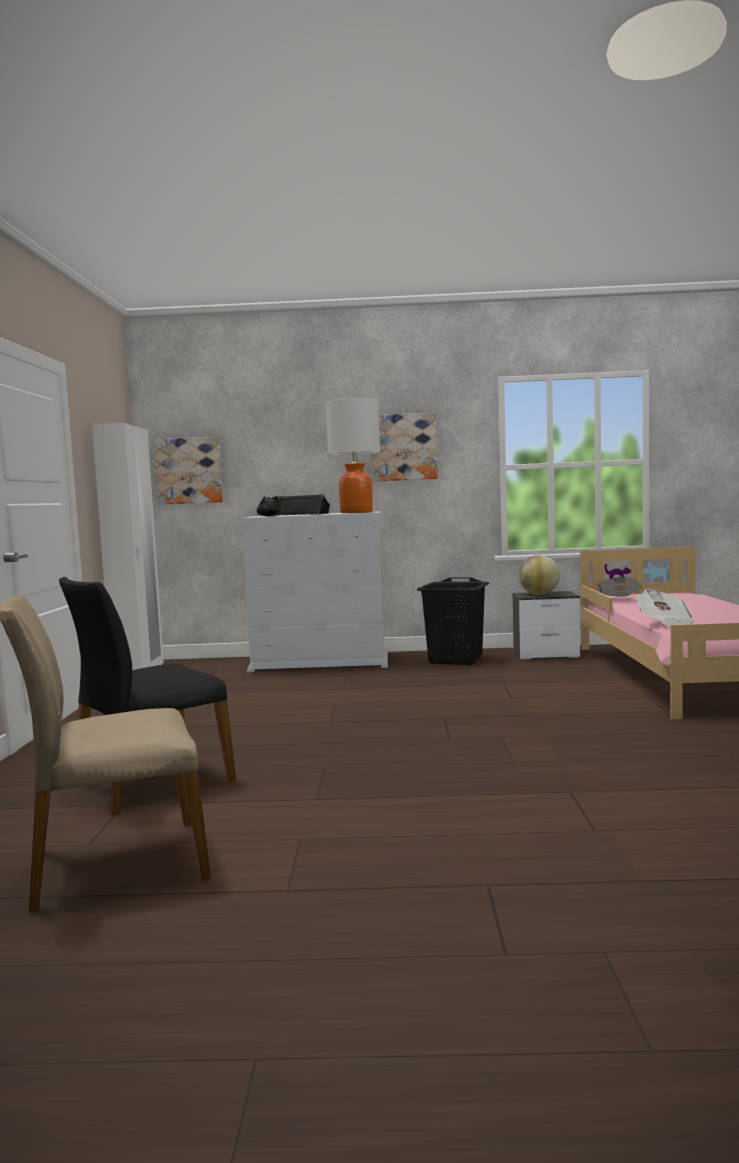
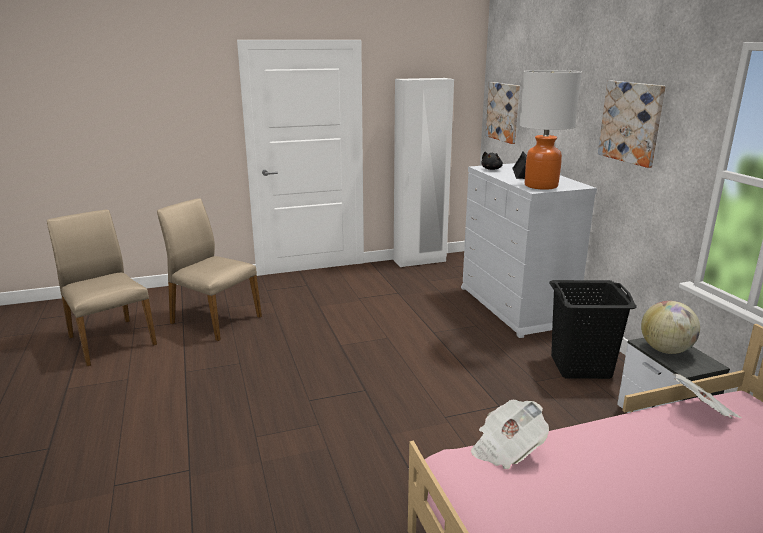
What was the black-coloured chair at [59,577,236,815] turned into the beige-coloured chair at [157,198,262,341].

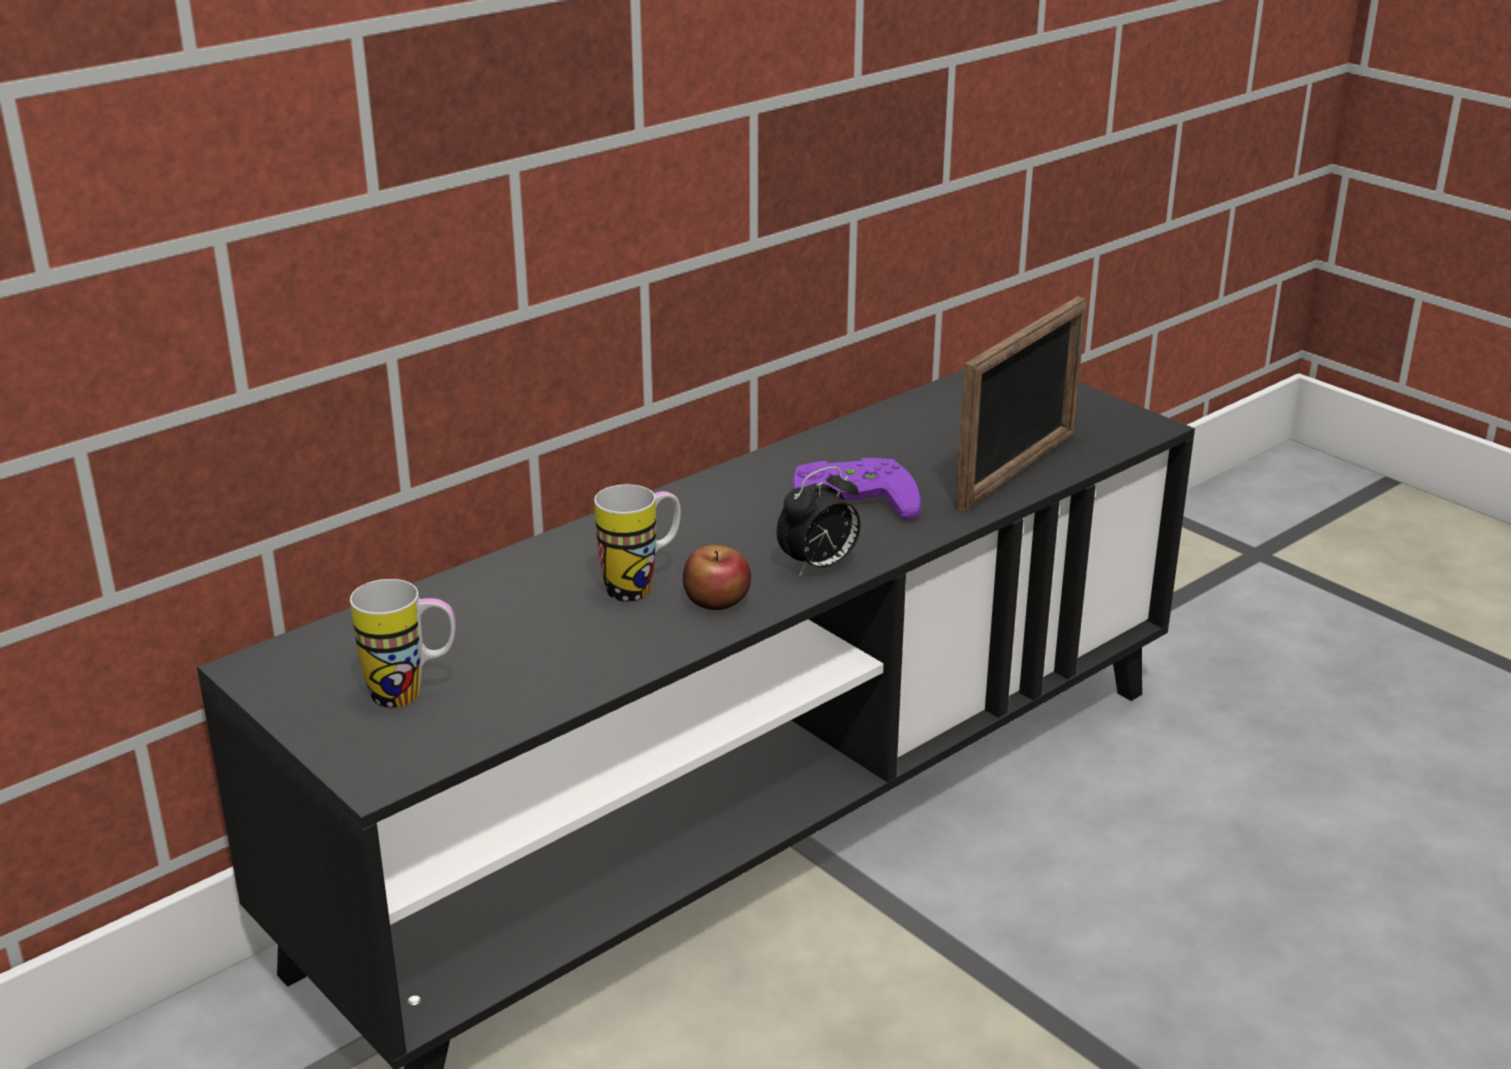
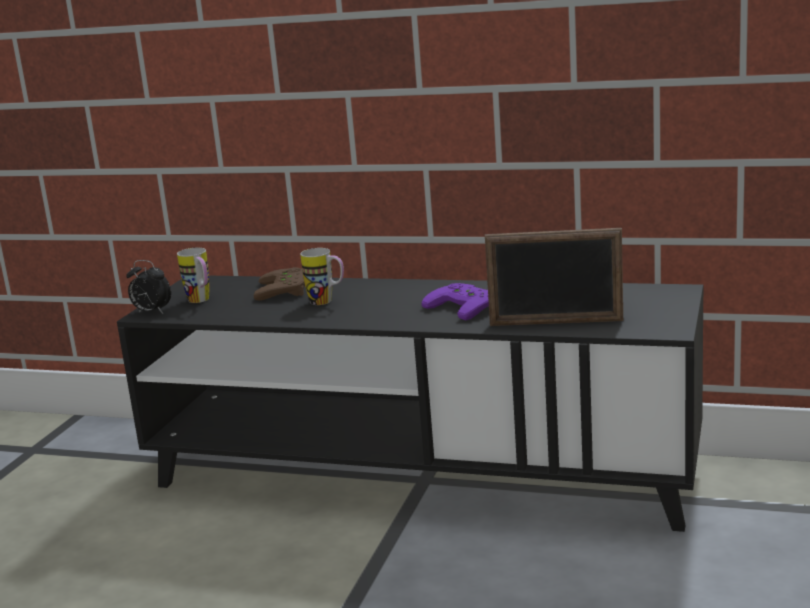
The alarm clock ended up elsewhere, having gone from [777,466,860,576] to [126,260,171,314]. The second view gained the brownish joypad at [254,267,305,300]. The second view lost the whole apple at [683,545,751,610].

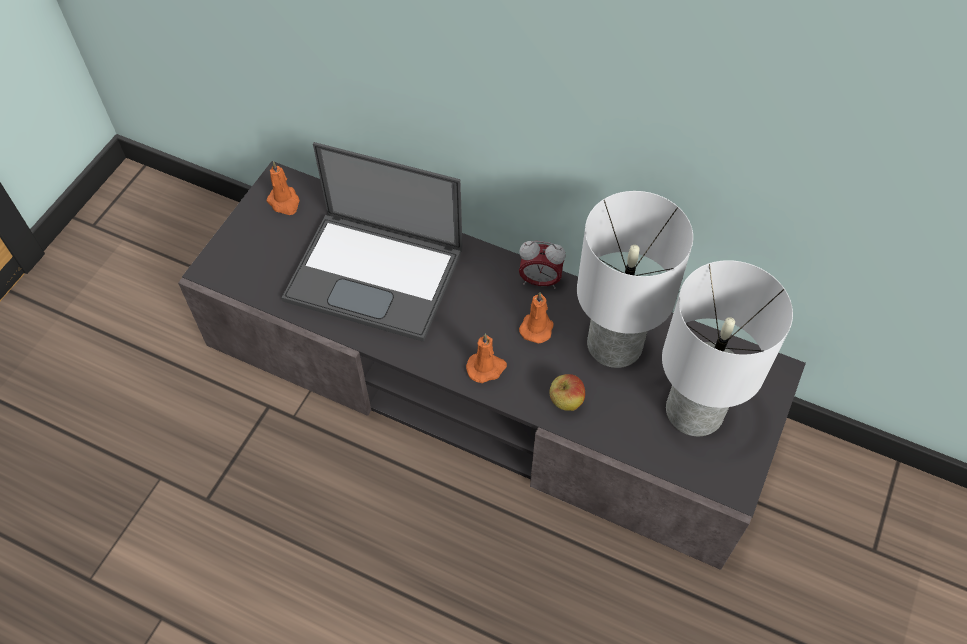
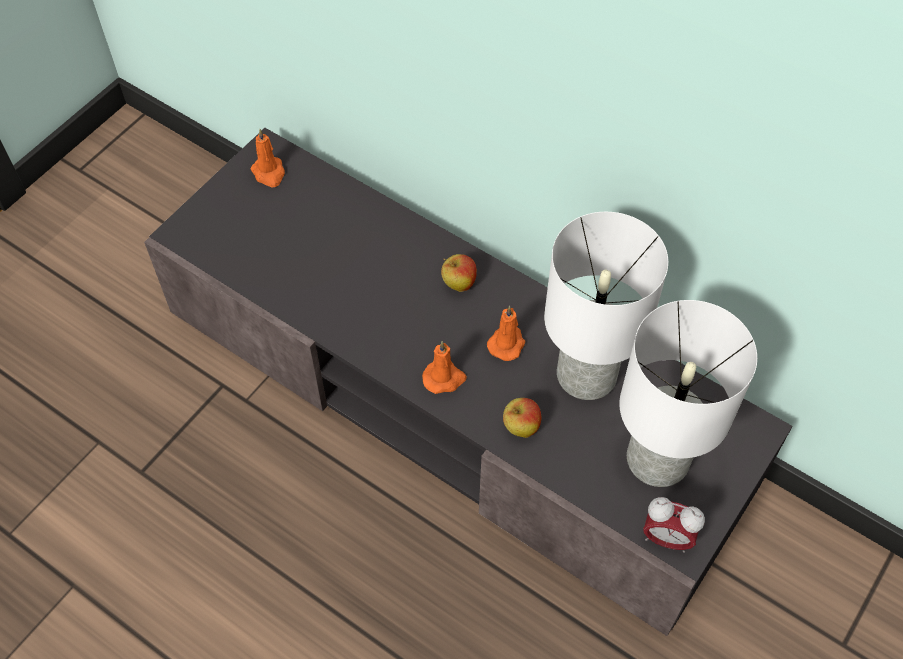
The second view gained the whole apple at [441,254,477,292]. The alarm clock ended up elsewhere, having gone from [519,241,565,289] to [643,497,705,553]. The second view lost the portable computer at [282,142,463,342].

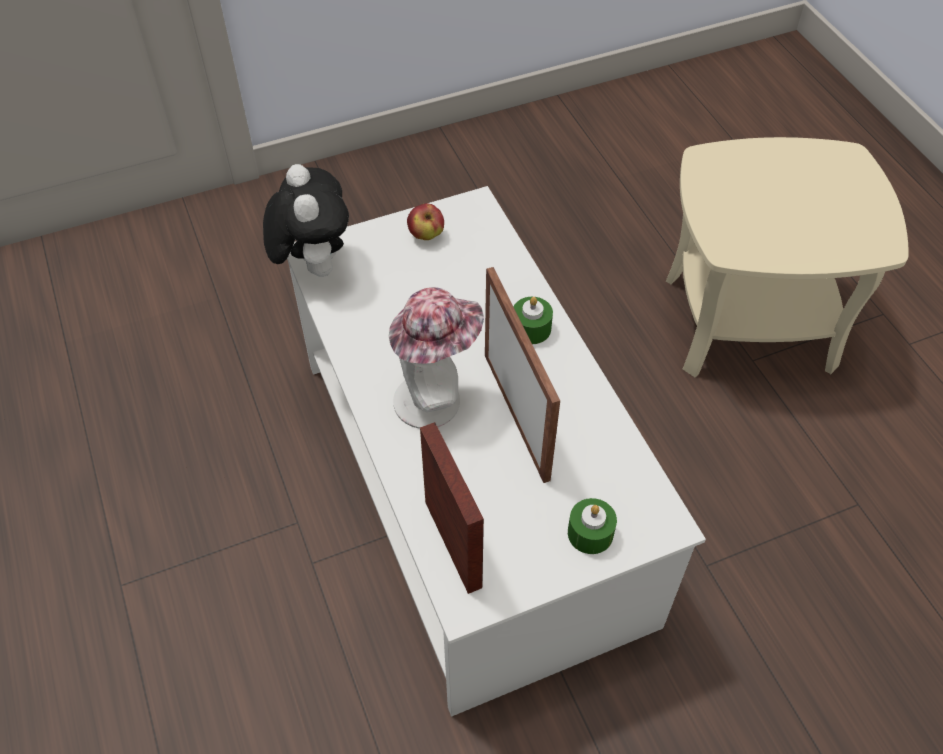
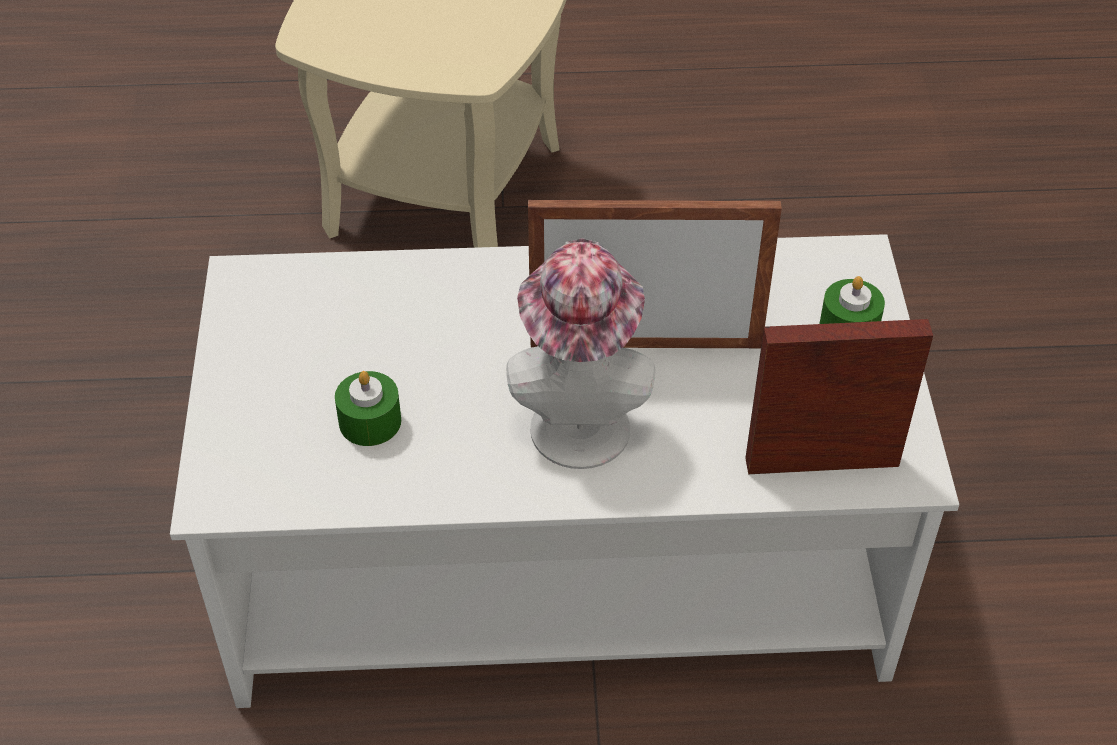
The green wax candle ended up elsewhere, having gone from [514,297,553,344] to [335,371,401,446]. The second view lost the soft toy at [263,164,349,277]. The second view lost the whole apple at [407,203,444,240].

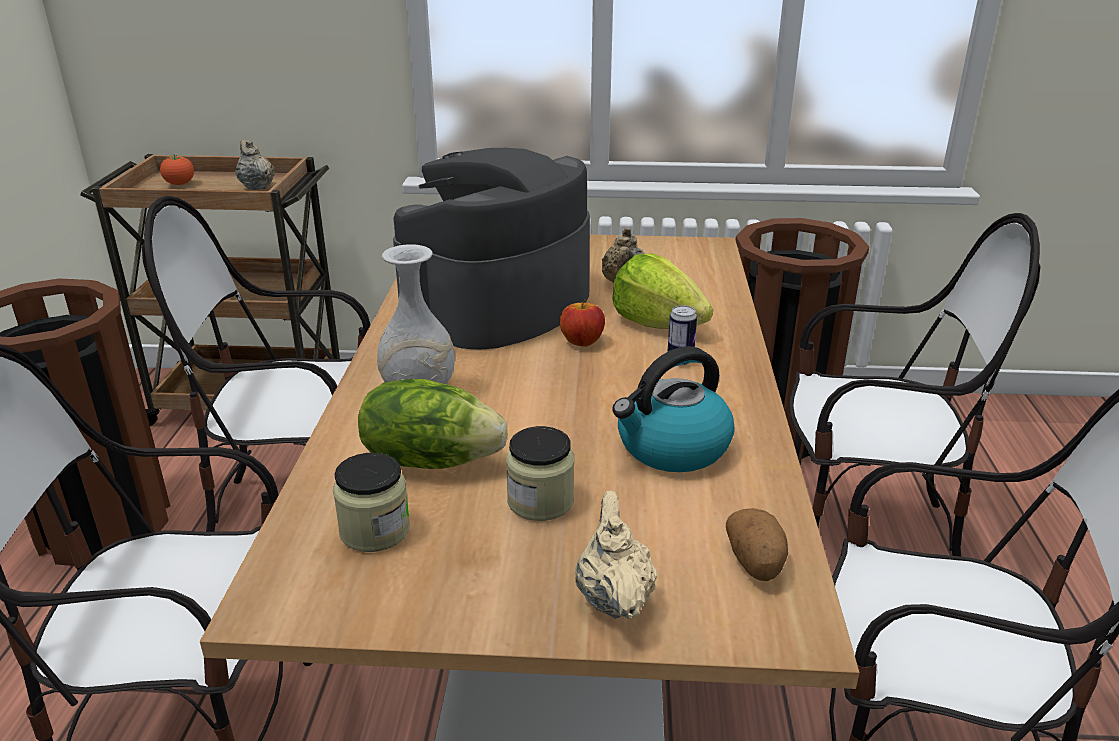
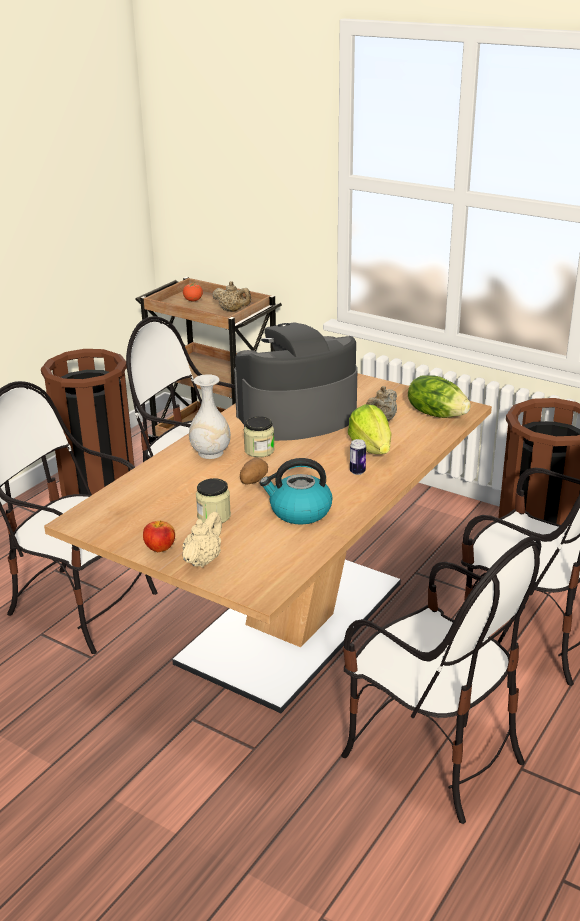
The whole apple ended up elsewhere, having gone from [560,299,605,347] to [143,520,175,552]. The beige-coloured teapot at [235,140,275,190] ended up facing another way, 120 degrees clockwise from before. The spud ended up elsewhere, having gone from [726,508,788,581] to [240,458,268,485]. The storage jar ended up elsewhere, having gone from [333,453,410,552] to [244,416,275,457]. The lettuce ended up elsewhere, having gone from [358,379,508,469] to [408,375,471,418].

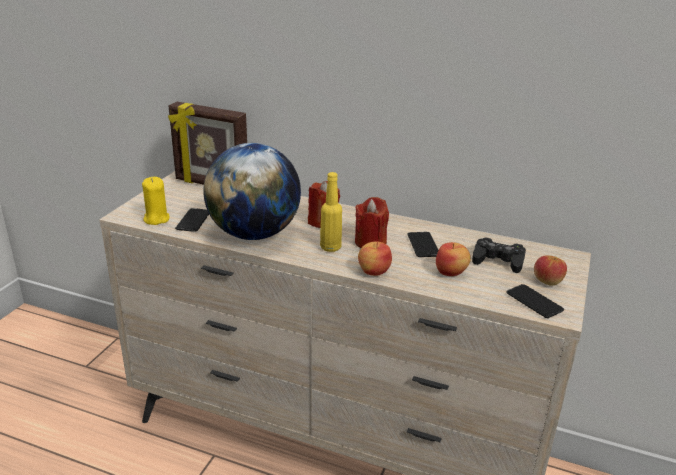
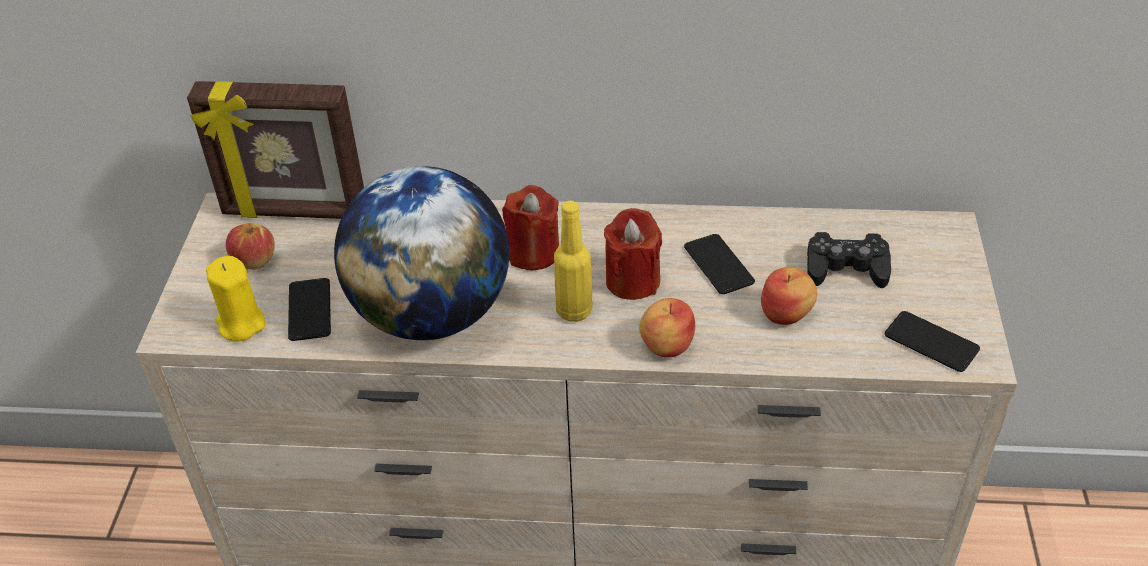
The whole apple ended up elsewhere, having gone from [534,256,567,286] to [226,223,275,270].

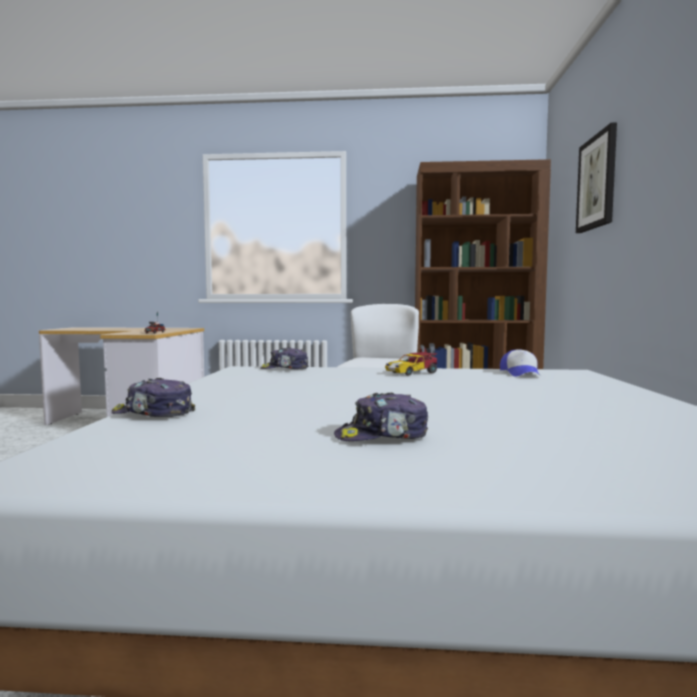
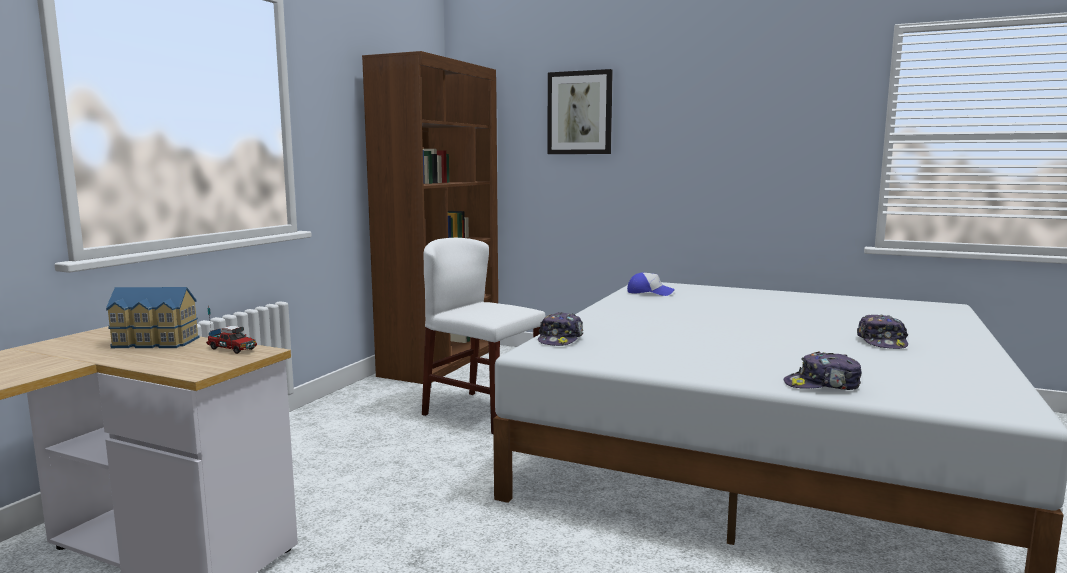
The second view gained the toy house at [106,287,200,348]. The peaked cap at [111,378,195,417] ended up facing another way, 60 degrees clockwise from before. The second view lost the miniature car at [385,352,437,376].

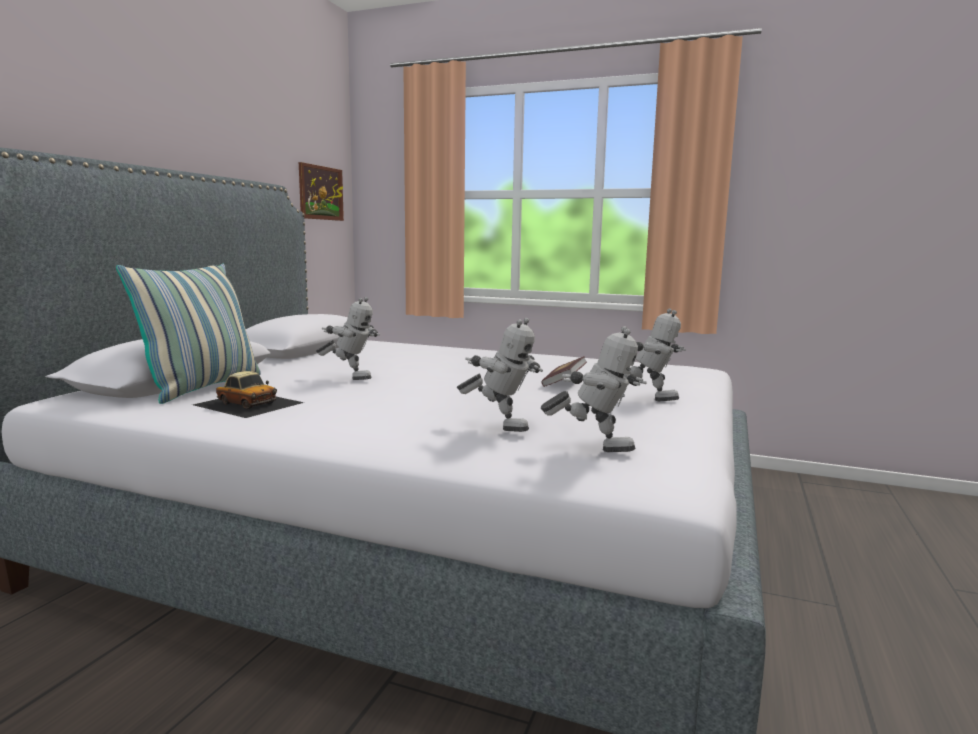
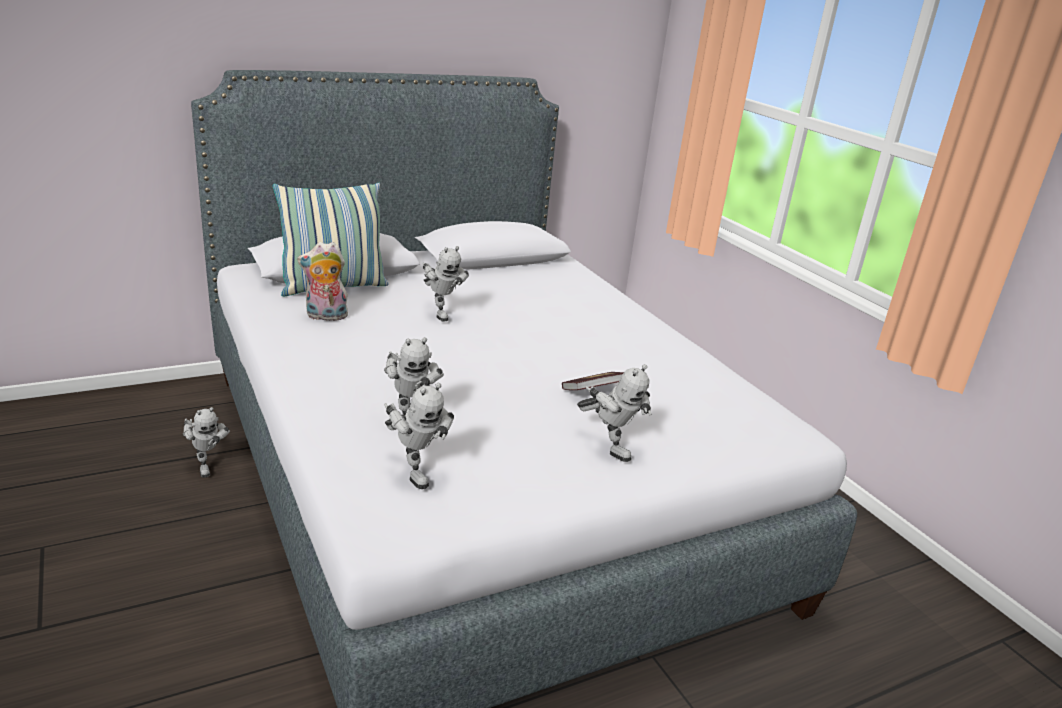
The second view gained the model robot at [183,407,230,478]. Where the miniature car stood at [193,371,304,418], the soft toy came to stand at [297,242,348,321]. The second view lost the wall picture at [299,162,344,221].

